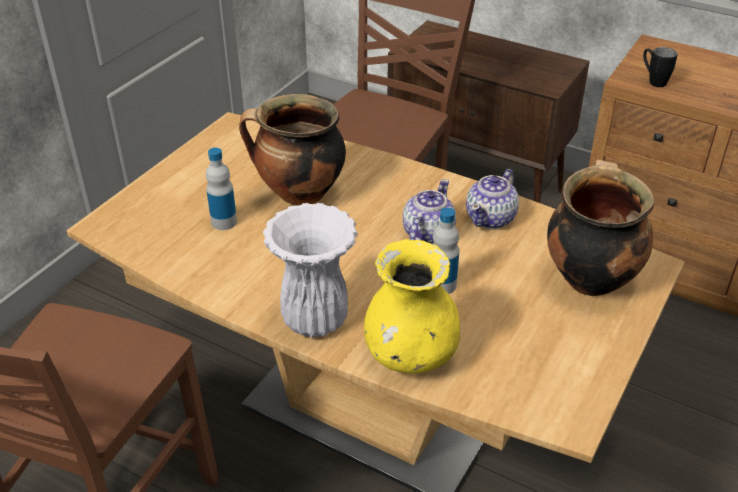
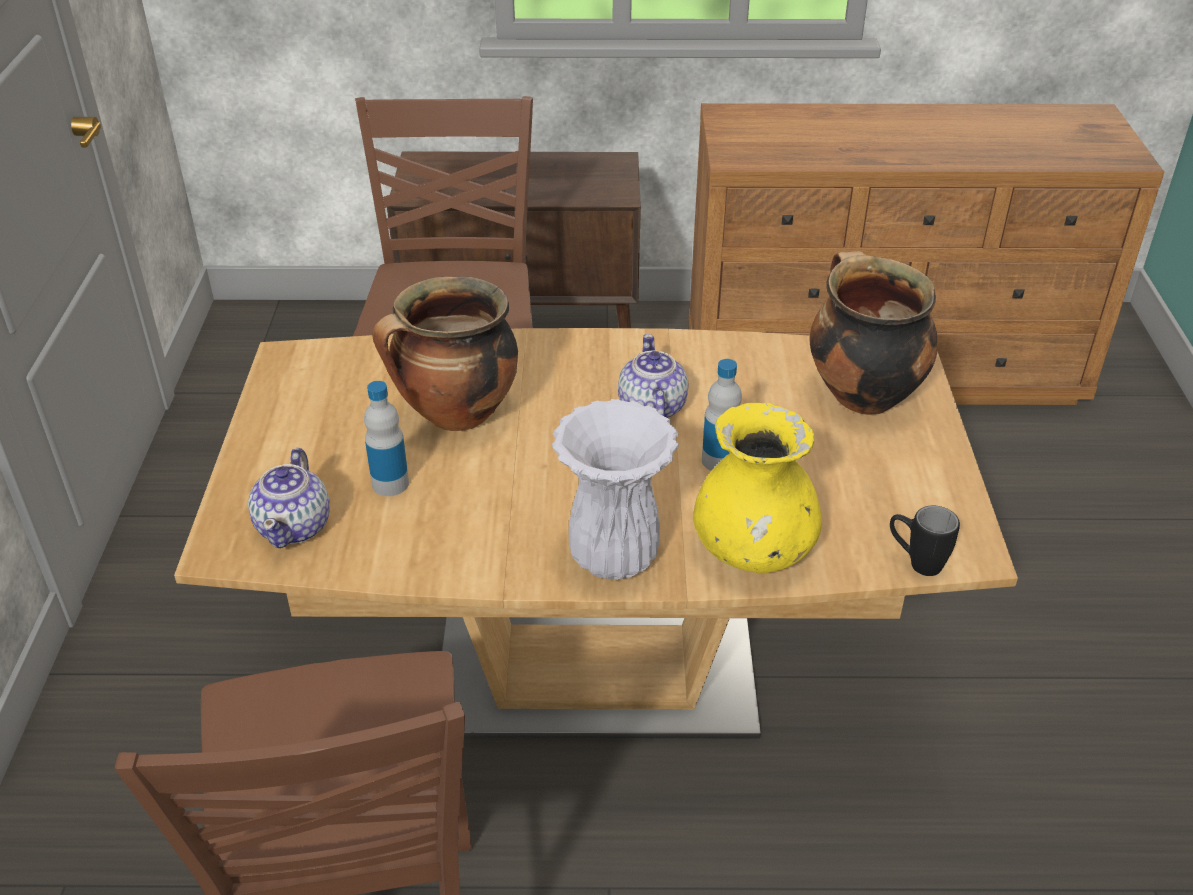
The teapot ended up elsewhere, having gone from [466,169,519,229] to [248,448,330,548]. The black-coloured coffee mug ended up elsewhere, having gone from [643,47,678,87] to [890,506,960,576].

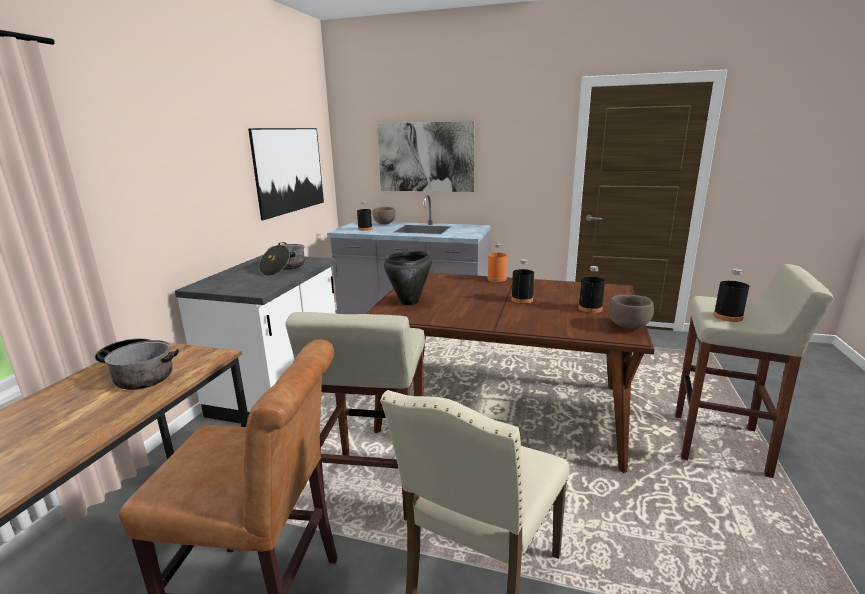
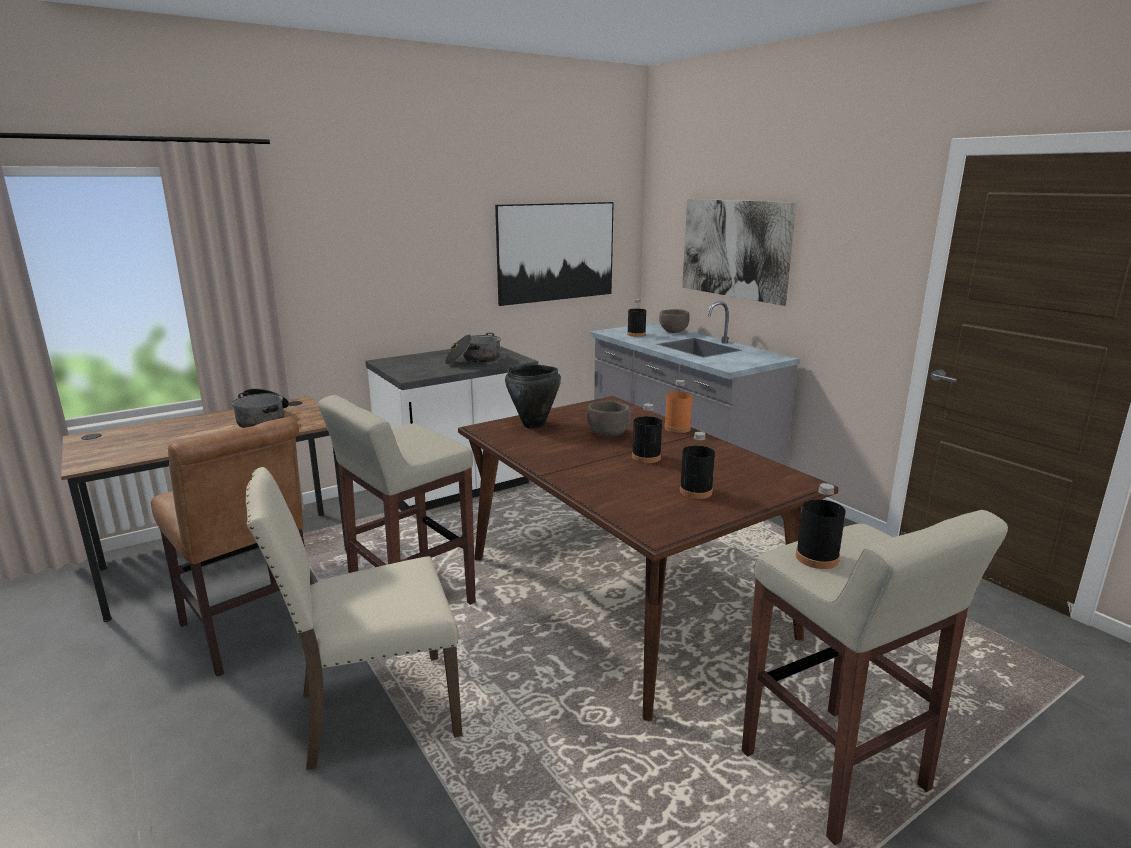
The brownish deep dish ended up elsewhere, having gone from [608,295,654,329] to [587,401,631,436].

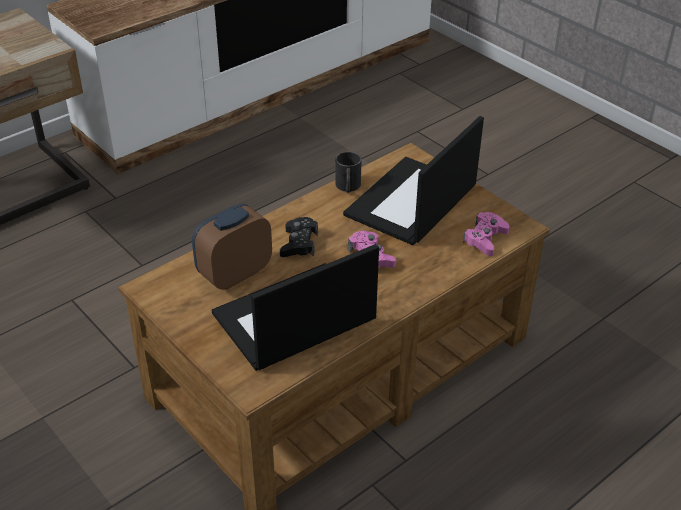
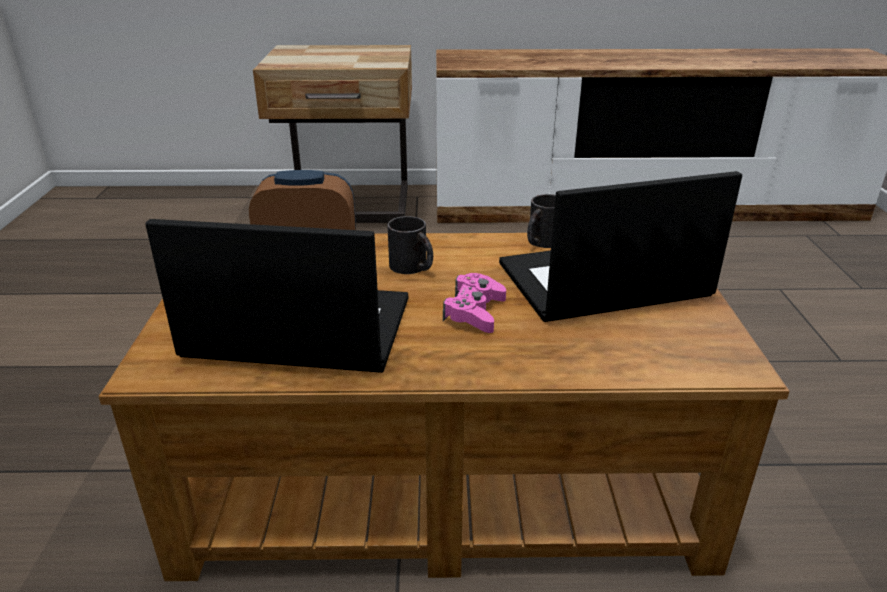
Where the black-coloured joypad stood at [280,217,318,257], the black-coloured coffee mug came to stand at [387,216,433,274]. The second view lost the pinkish joypad at [463,212,509,256].

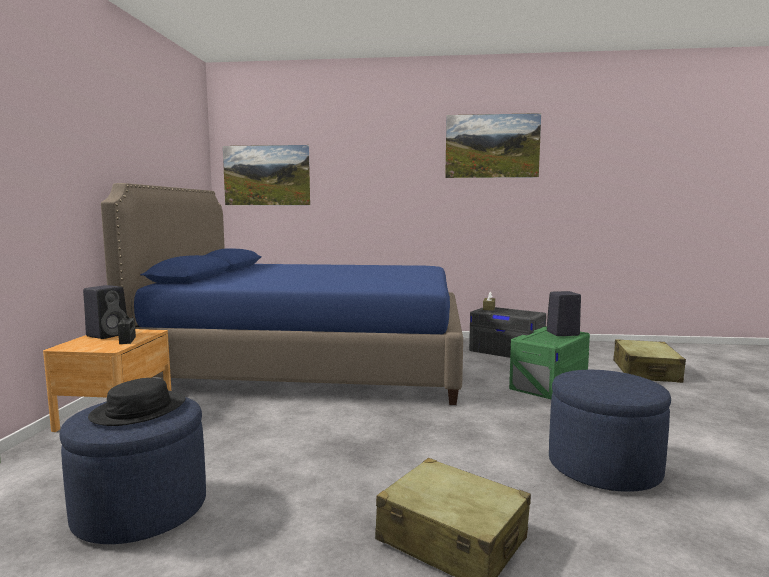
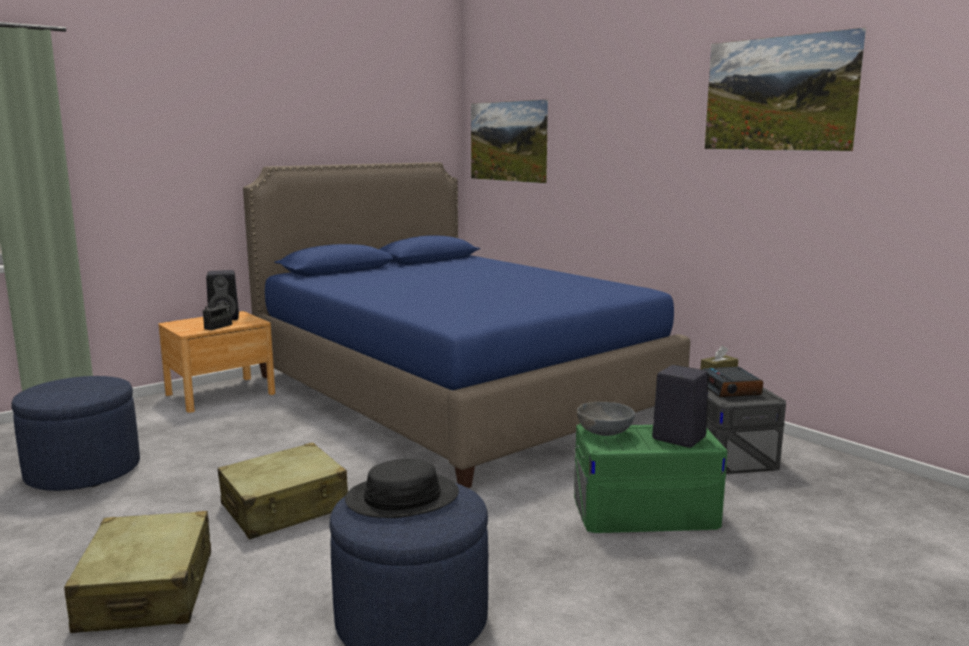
The beige-coloured suitcase ended up elsewhere, having gone from [613,339,686,383] to [218,442,348,539]. The black-coloured wearable hat ended up elsewhere, having gone from [88,378,185,426] to [345,459,459,518]. The second view gained the grey deep dish at [577,402,635,436]. The second view gained the alarm clock at [702,367,763,397].

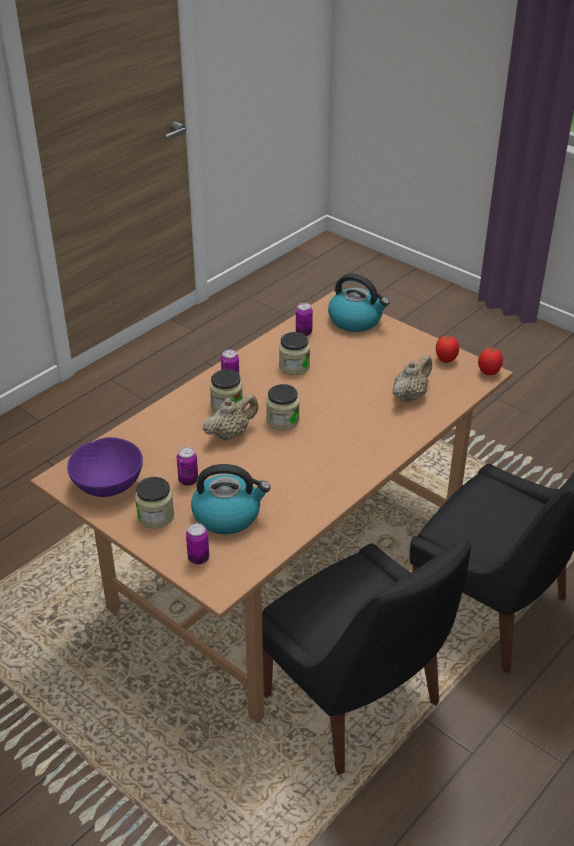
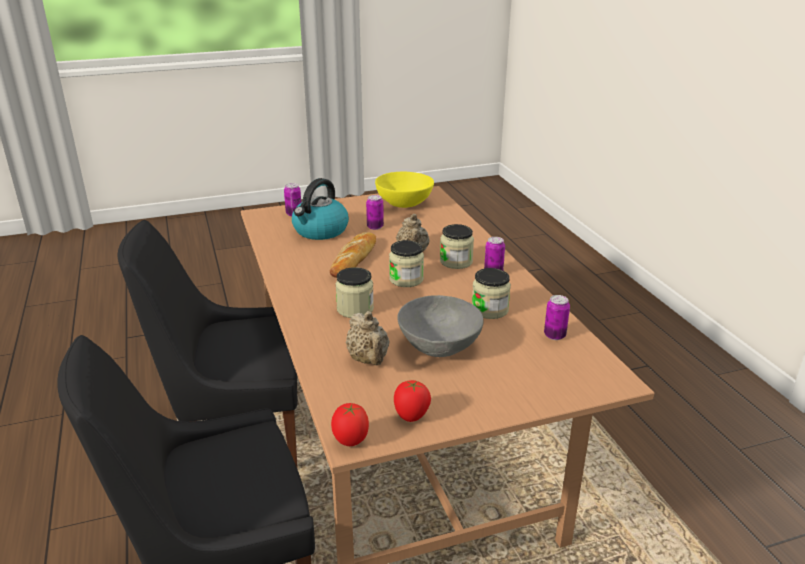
The second view gained the bakery bread at [330,232,376,278]. The storage jar ended up elsewhere, having gone from [135,477,174,528] to [335,267,374,318]. What was the purple deep dish at [67,437,143,497] turned into the yellowish deep dish at [375,172,434,208]. The second view gained the grey deep dish at [397,295,484,357]. The second view lost the tea kettle at [328,273,389,332].

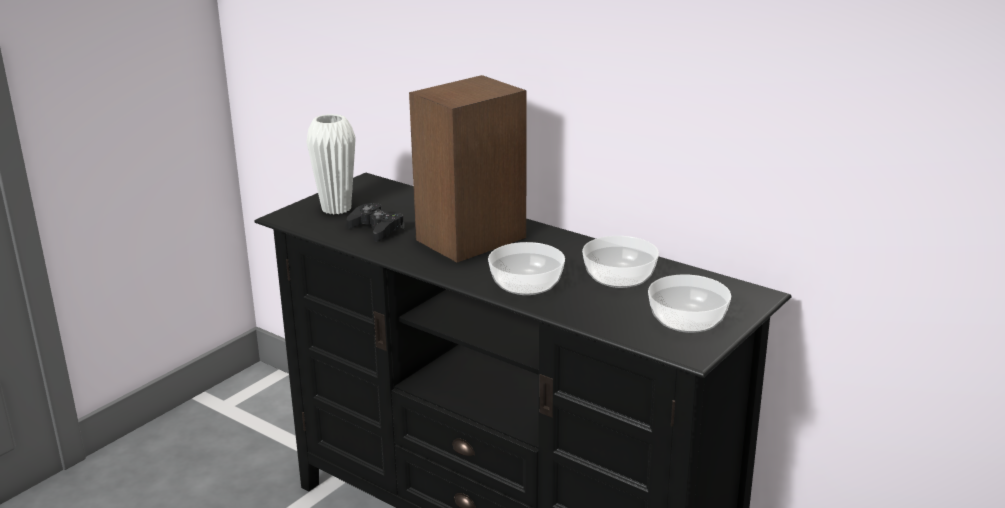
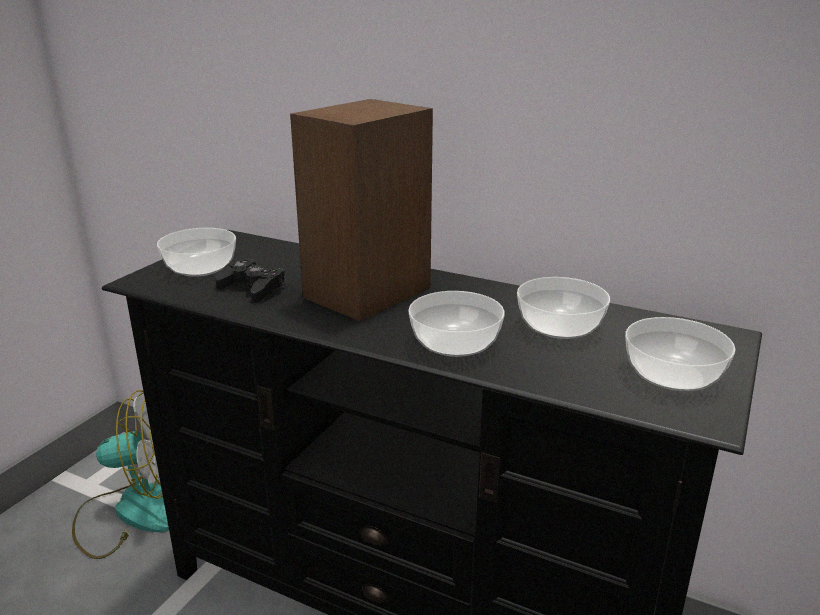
The second view gained the electric fan at [72,390,169,559]. Where the whitish decorative vase stood at [306,114,356,214], the deep dish came to stand at [157,228,236,277].

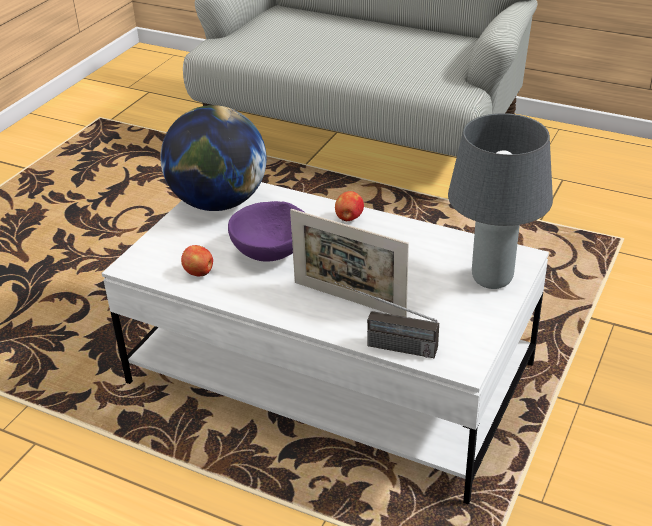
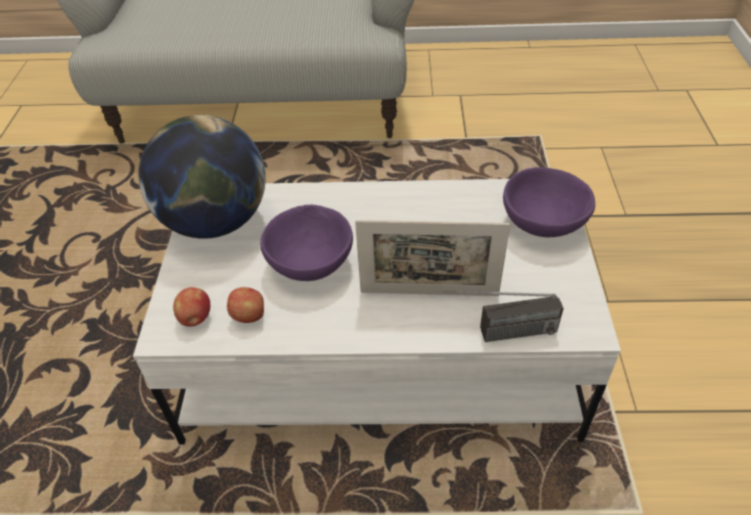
The whole apple ended up elsewhere, having gone from [335,191,364,221] to [173,287,210,327]. Where the grey tabletop lamp stood at [448,113,553,289], the purple deep dish came to stand at [503,167,595,237].

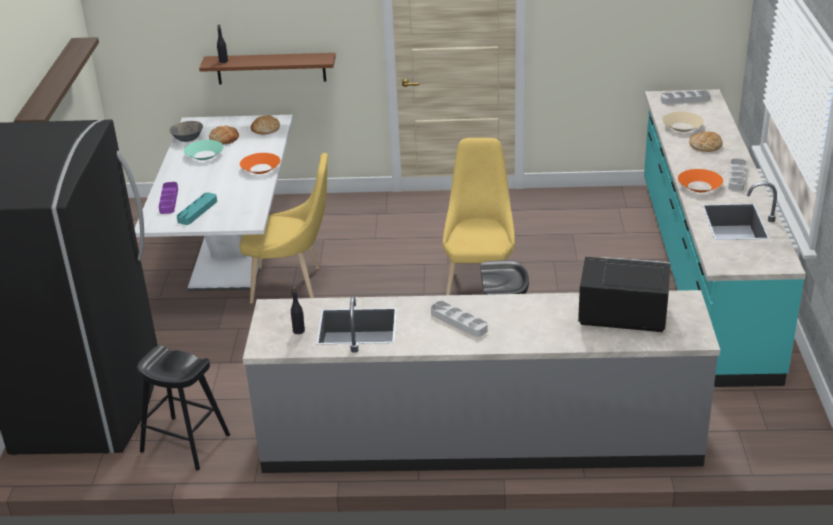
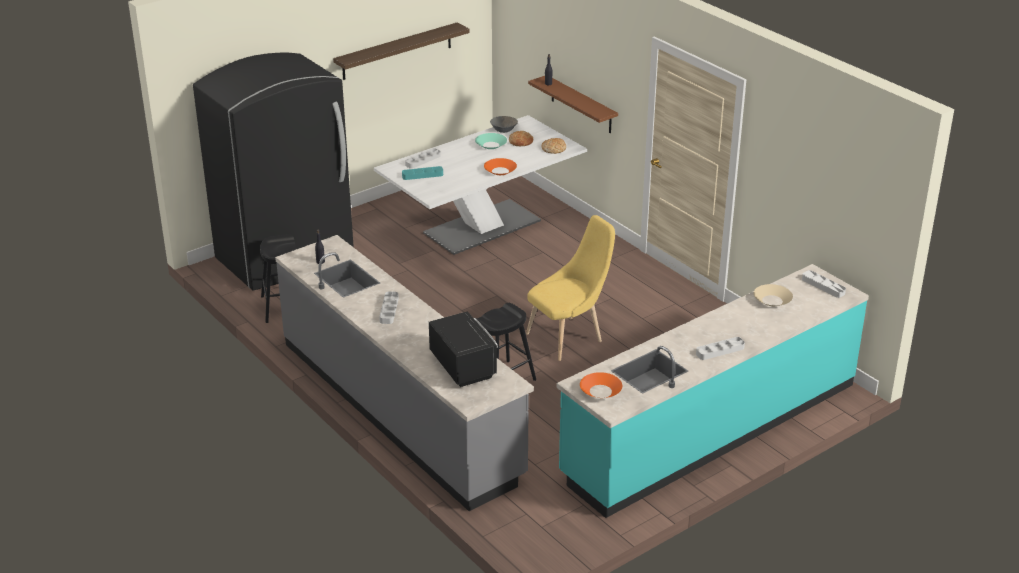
What was the purple serving tray at [159,182,178,214] turned into the grey serving tray at [405,148,441,169]. The orange-coloured deep dish ended up elsewhere, having gone from [678,169,723,192] to [580,372,622,398]. The second view lost the yellowish chair at [239,153,328,304]. The second view lost the bakery bread at [689,132,722,152].

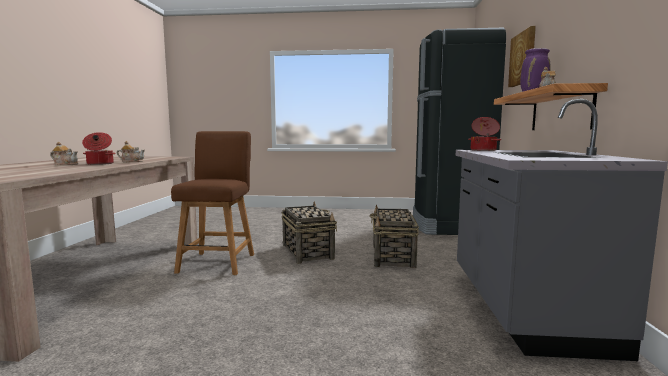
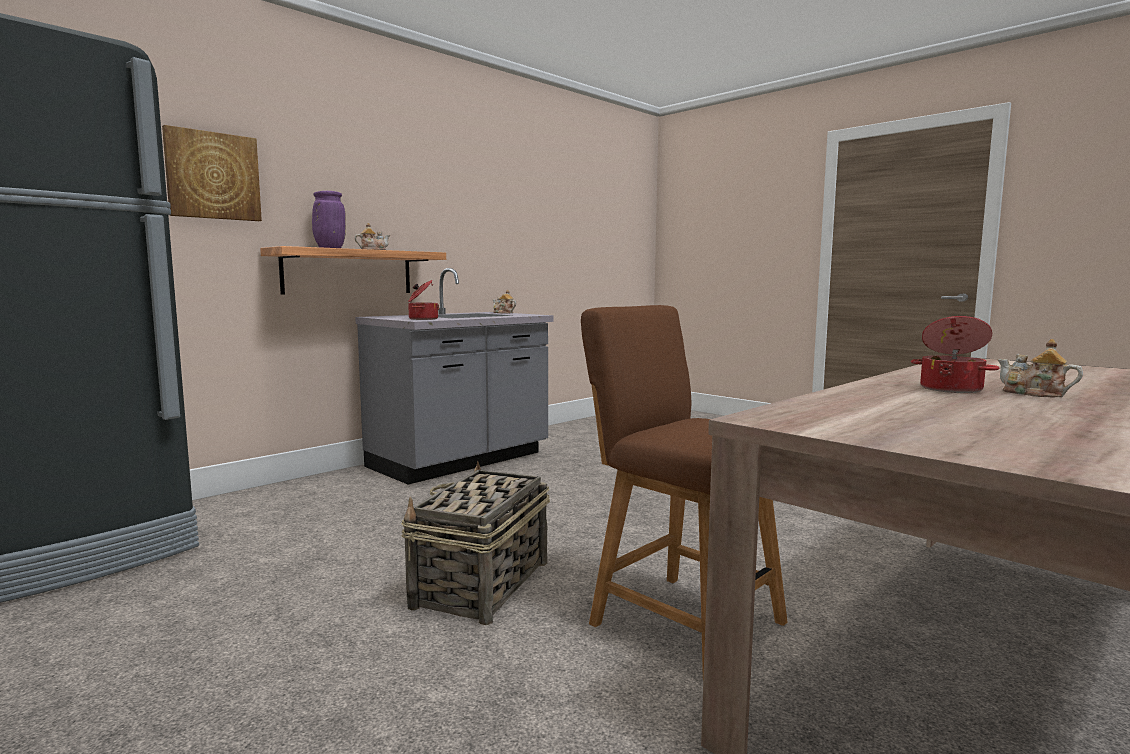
The teapot ended up elsewhere, having gone from [117,141,145,162] to [492,290,516,313]. The brownish chair at [171,131,254,275] ended up facing another way, 90 degrees clockwise from before. The second view lost the household basket at [369,204,419,268].

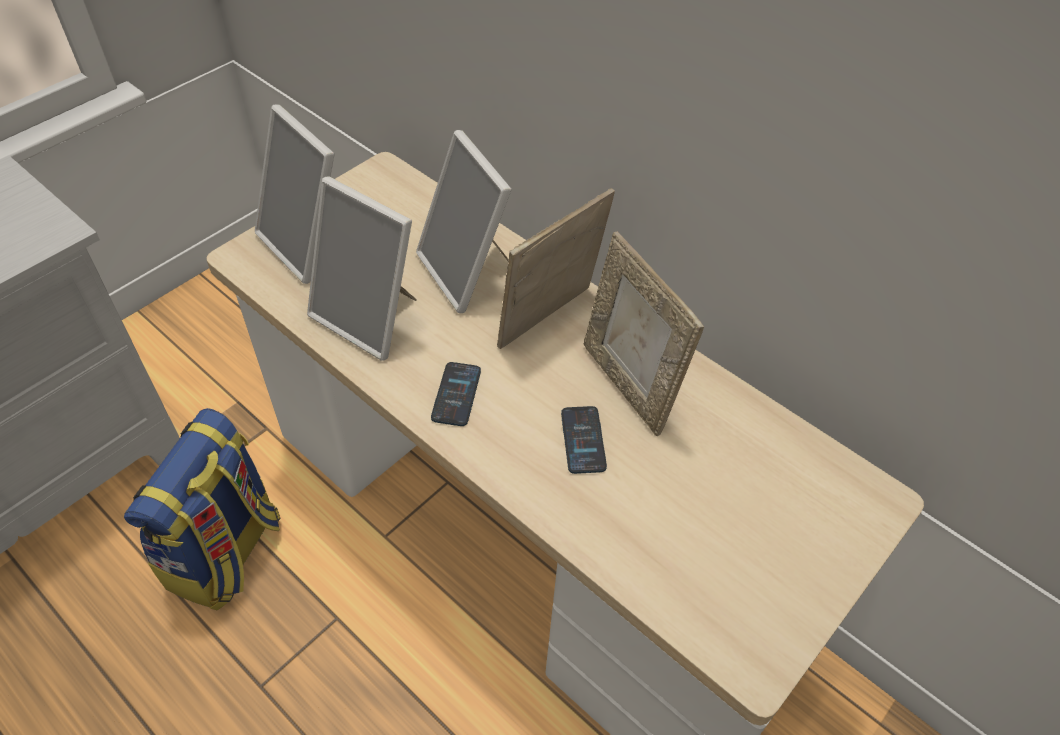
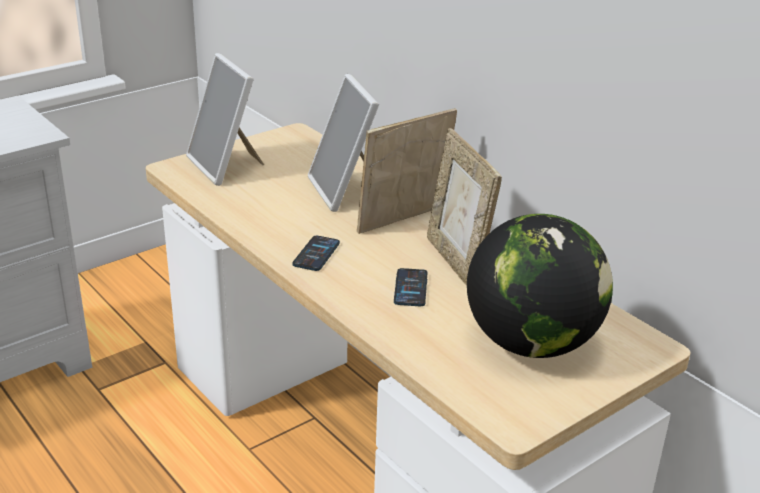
The second view gained the world globe at [467,214,613,358]. The second view lost the knapsack at [124,408,280,610]. The second view lost the picture frame at [307,176,417,361].

